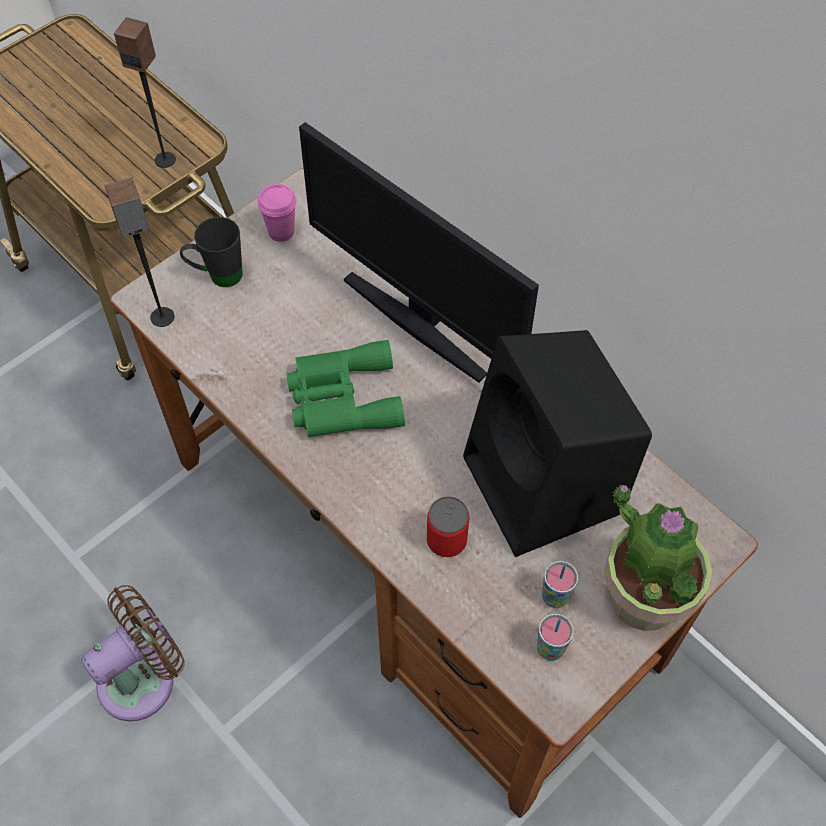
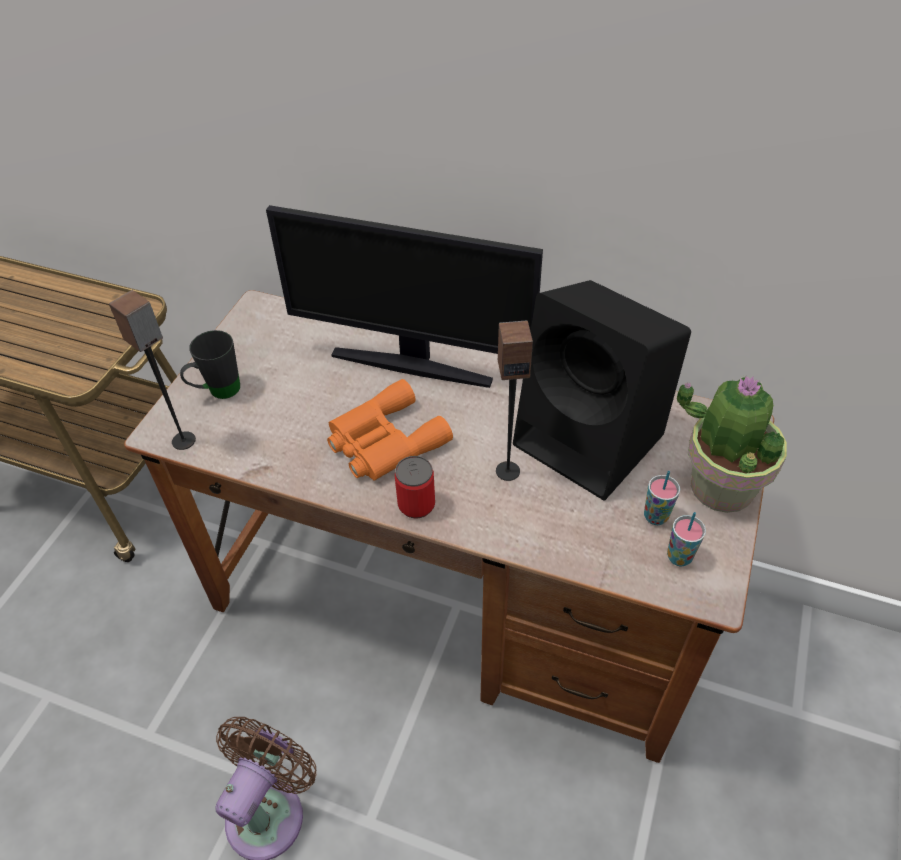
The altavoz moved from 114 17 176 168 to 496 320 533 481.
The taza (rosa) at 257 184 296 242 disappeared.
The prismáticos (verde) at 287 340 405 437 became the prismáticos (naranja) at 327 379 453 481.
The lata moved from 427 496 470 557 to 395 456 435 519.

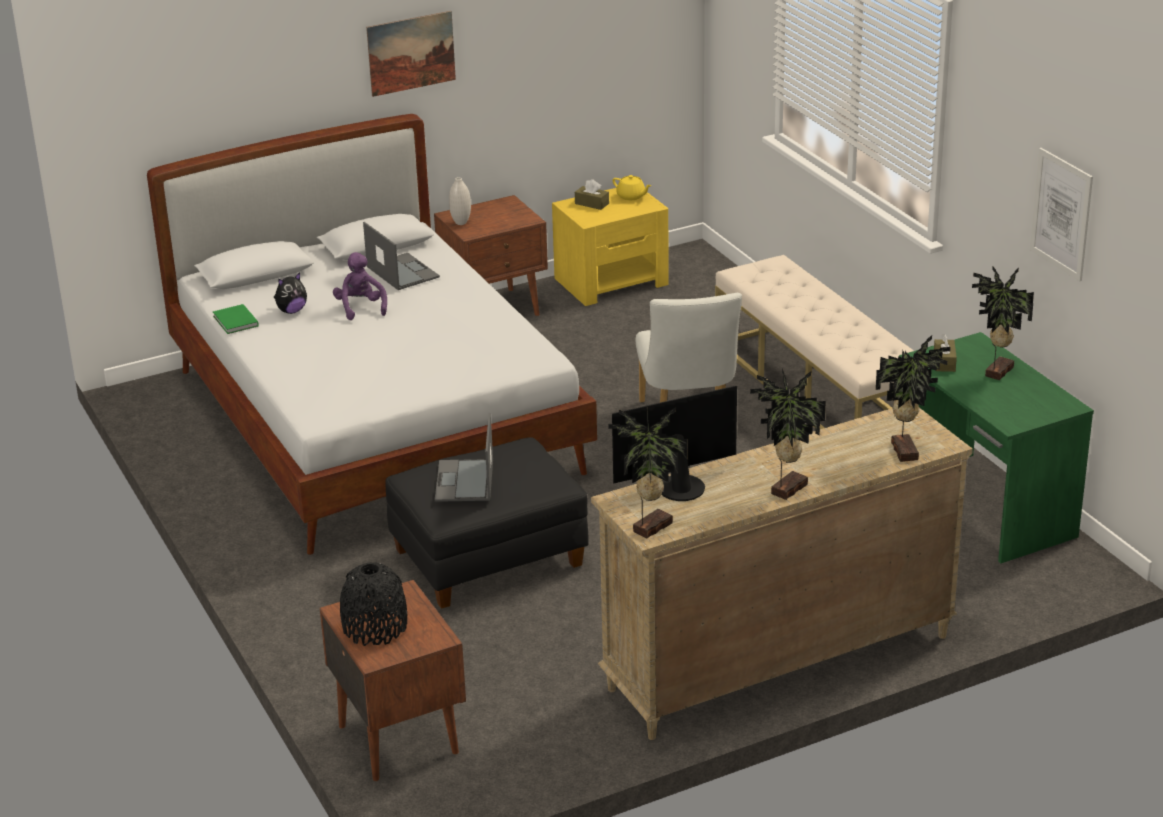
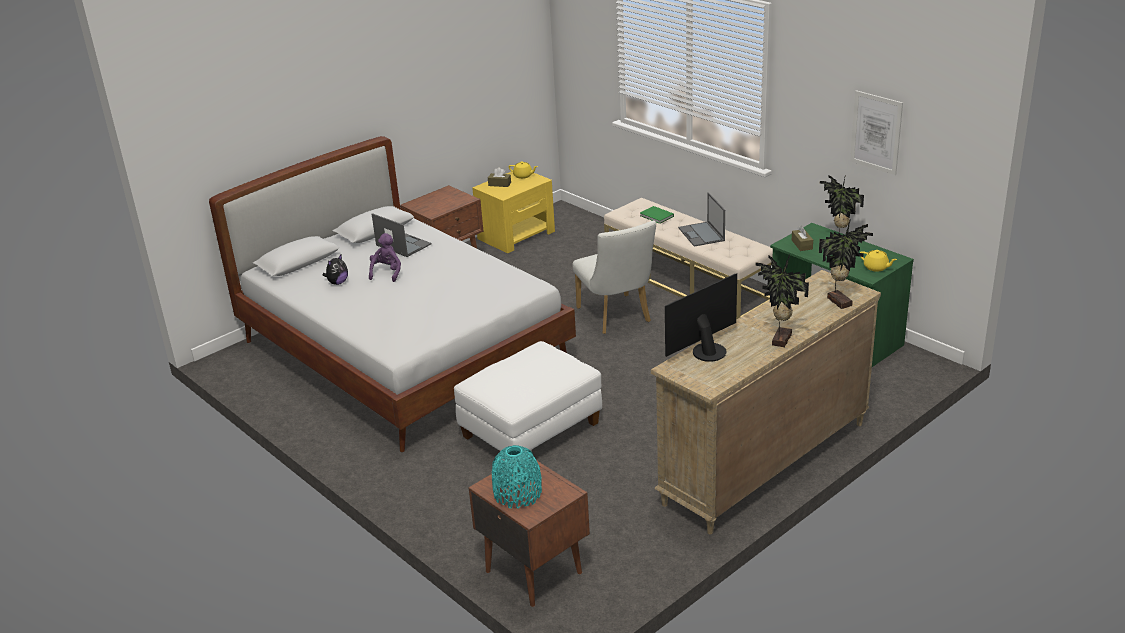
The libro (verde) moved from 213 304 259 334 to 640 206 674 224.
The peluche (morado) at 333 252 387 320 turned 45 degrees clockwise.
The florero (negro) at 340 562 407 646 became the florero (turquesa) at 492 445 542 509.
The cuadro at 366 11 456 97 disappeared.
The puf (negro) at 385 437 589 609 became the puf (blanco) at 454 341 602 451.
The portátil moved from 435 413 493 502 to 678 192 725 247.
The florero (blanco) at 449 177 471 225 disappeared.
The planta en maceta at 608 407 687 539 disappeared.
The tetera (amarillo) at 860 250 897 272 appeared.

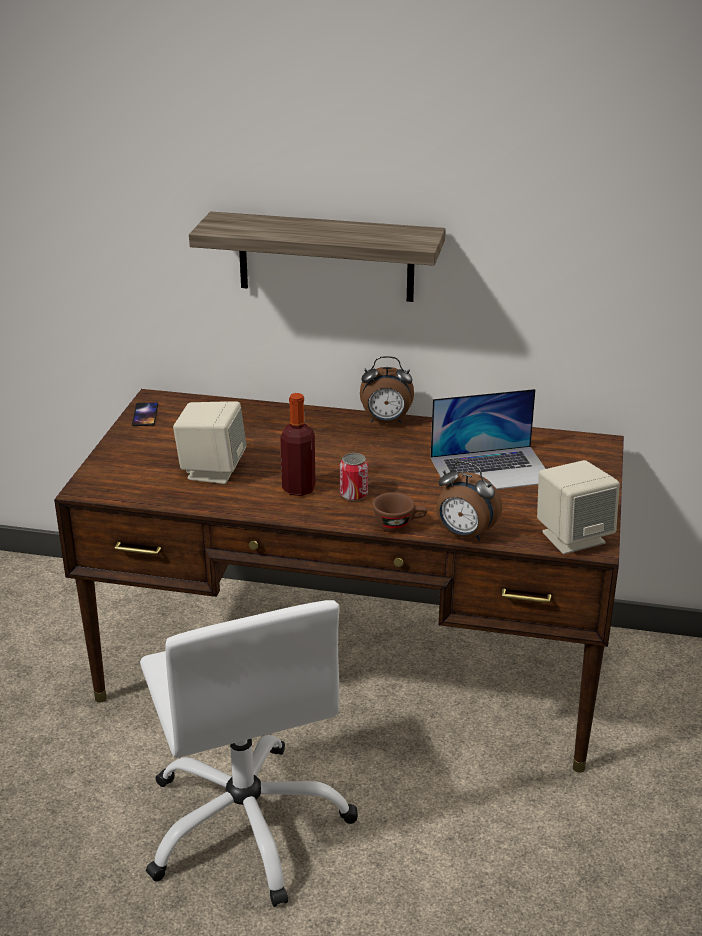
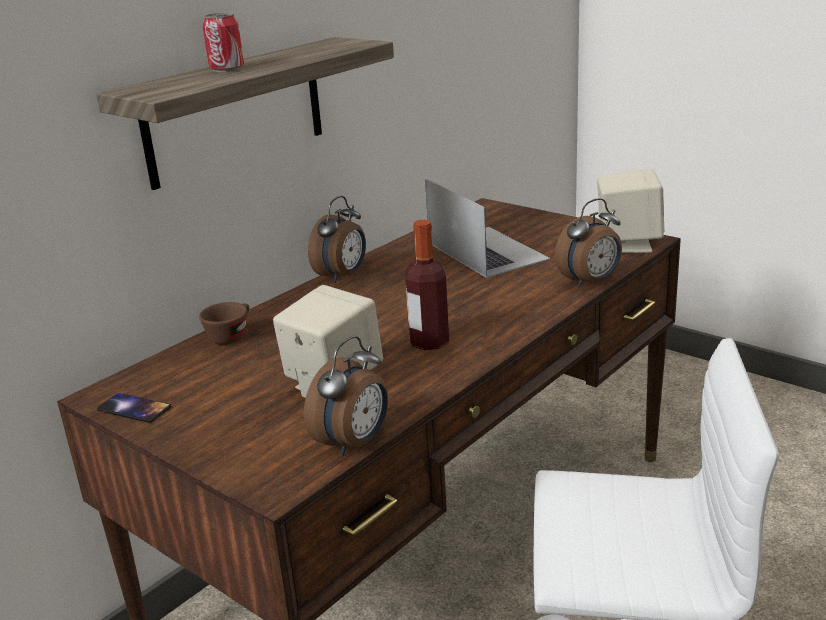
The lata moved from 340 453 368 501 to 202 12 244 72.
The taza (marrón) moved from 372 492 427 532 to 199 302 249 345.
The portátil at 431 389 546 489 turned 45 degrees counterclockwise.
The despertador at 304 336 388 456 appeared.

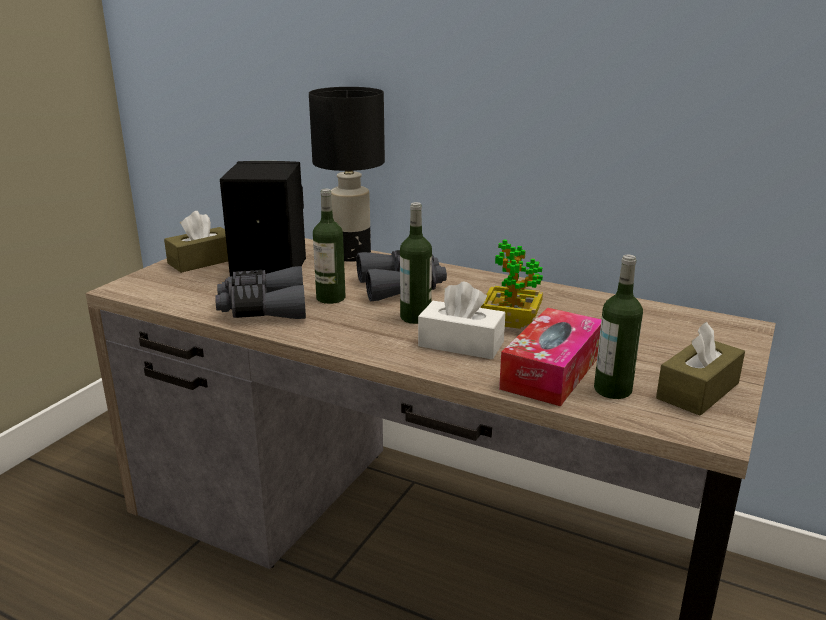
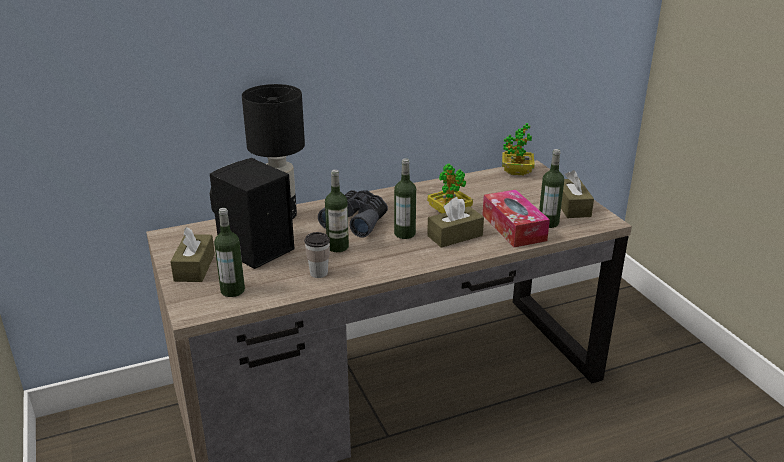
The prismáticos (gris) at 215 266 306 319 was replaced by the taza at 304 232 330 278.
The caja de pañuelos (blanco) at 418 282 505 359 became the caja de pañuelos (marrón) at 427 197 484 248.
The botella at 214 208 245 297 appeared.
The planta en maceta at 502 123 535 175 appeared.

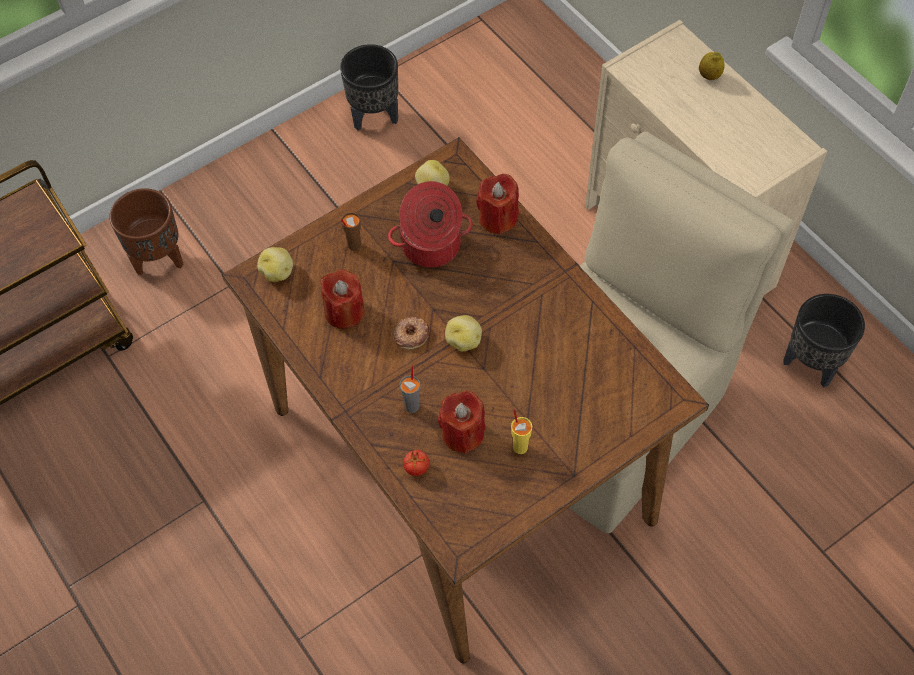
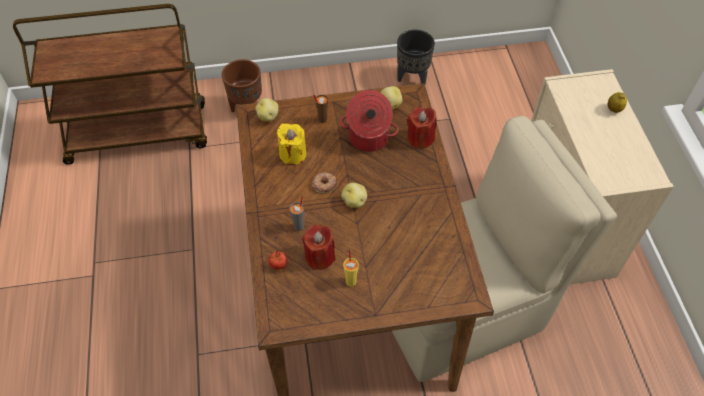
The vela (rojo) at 320 269 365 329 became the vela (amarillo) at 276 123 306 165.
The maceta (negro) at 784 294 865 388 disappeared.

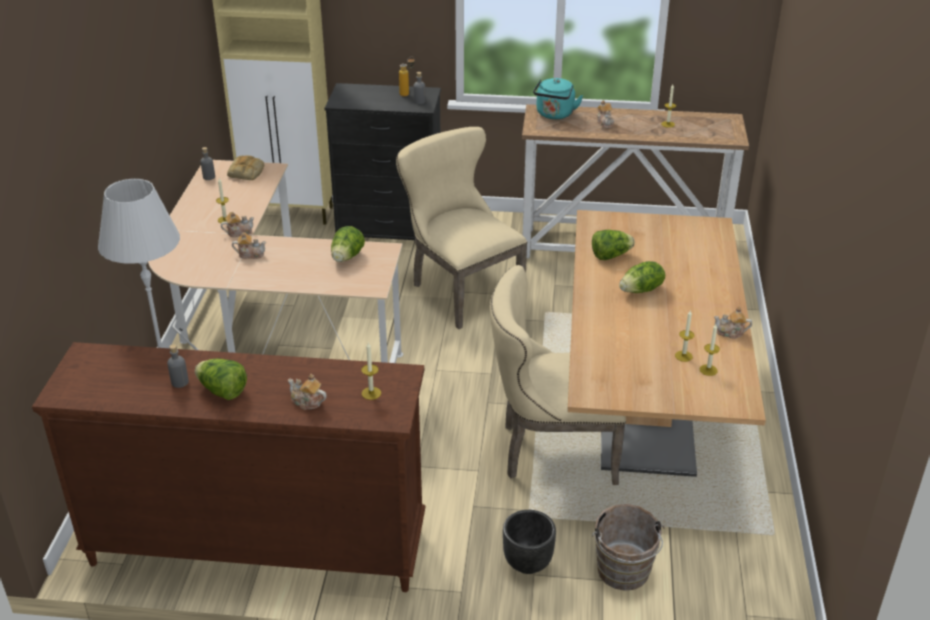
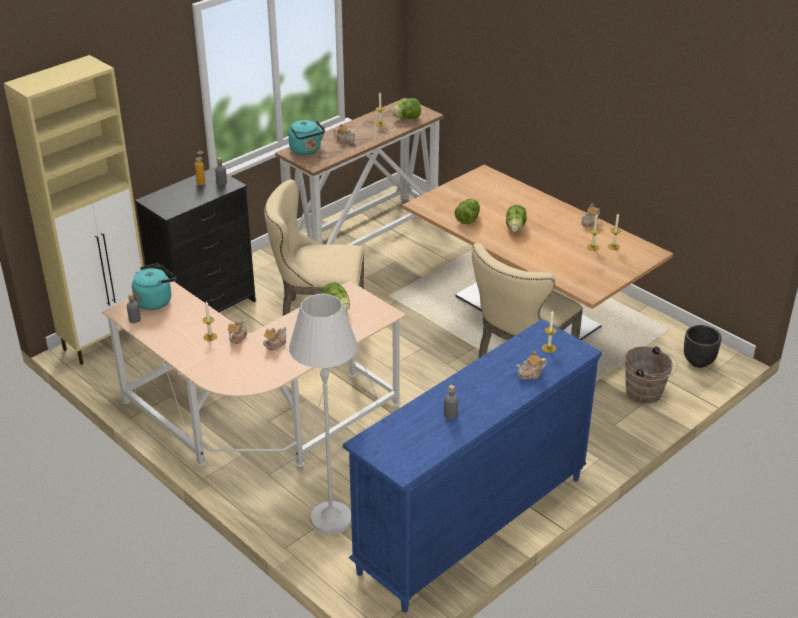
The cómoda (marrón) at 32 342 426 592 became the cómoda (azul) at 343 319 602 613.
The lechuga moved from 195 358 247 400 to 392 98 421 119.
The pan at 227 155 264 180 was replaced by the hervidor (turquesa) at 132 264 176 310.
The maceta (negro) moved from 503 510 556 574 to 684 325 721 368.

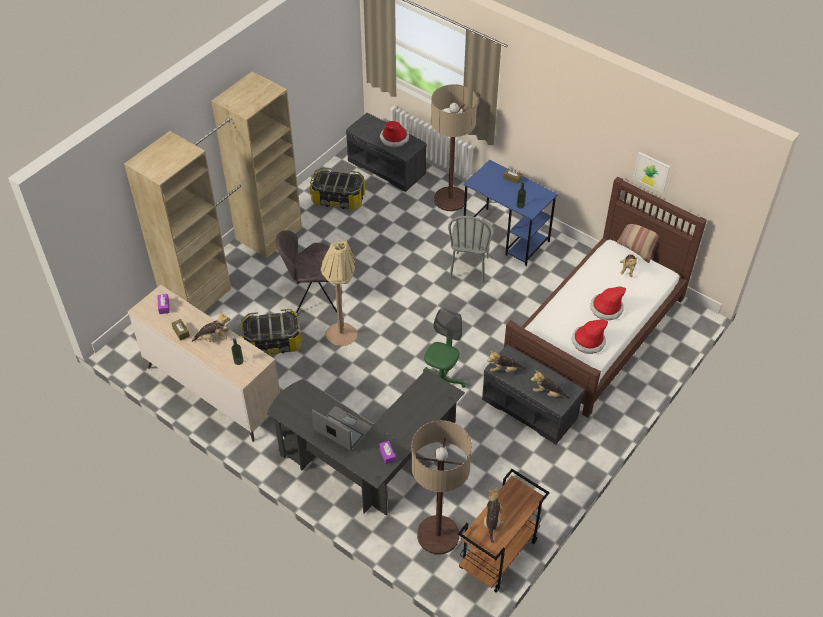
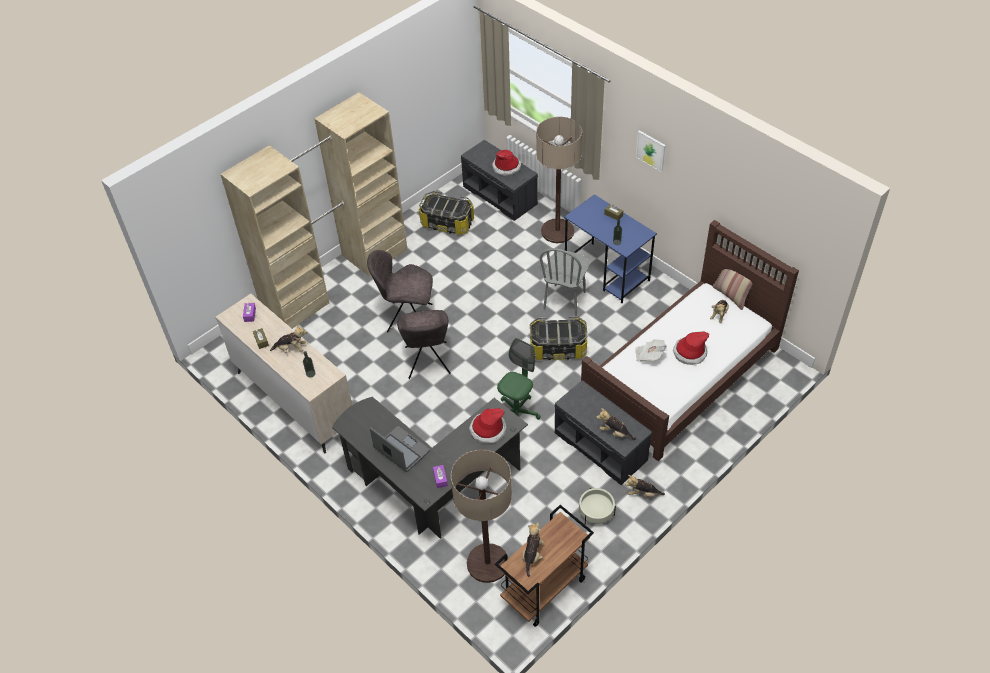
The caja de almacenaje moved from 241 309 302 355 to 530 316 587 360.
The lámpara de pie (beis) at 321 239 357 346 was replaced by the silla (gris) at 397 310 451 379.
The peluche moved from 487 351 526 372 to 625 475 665 497.
The sombrero moved from 571 319 608 354 to 469 408 506 444.
The cuadro moved from 633 152 670 193 to 636 130 666 172.
The maceta (beis) at 579 488 616 525 appeared.
The periódico at 635 339 667 361 appeared.

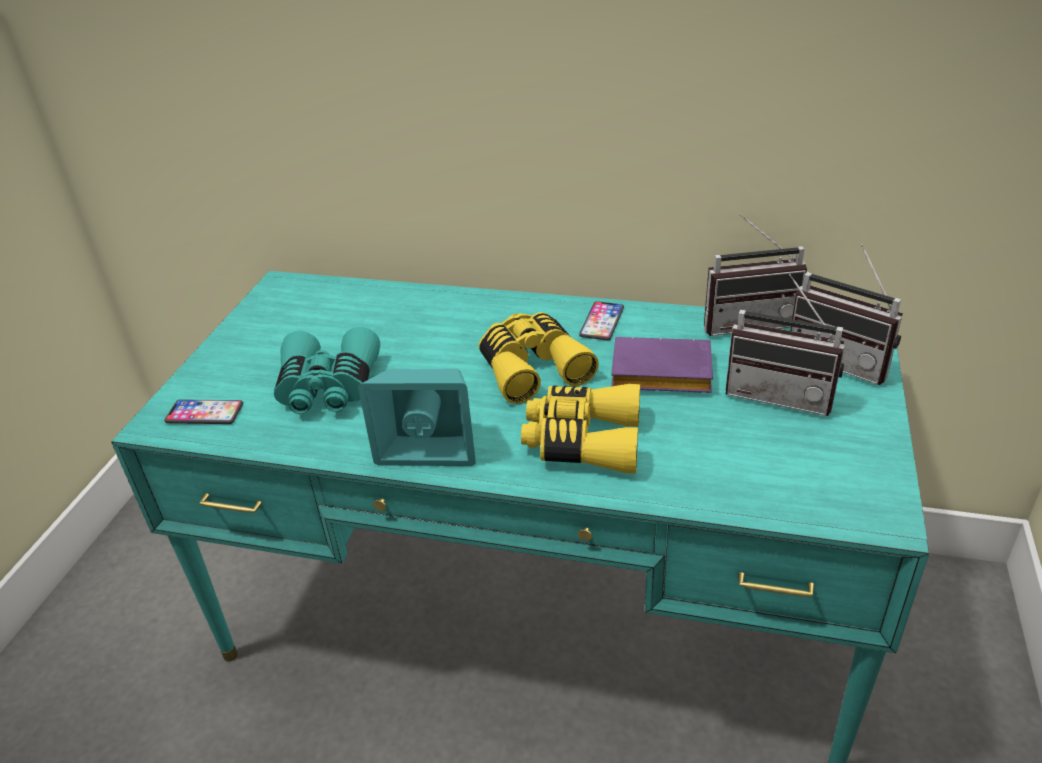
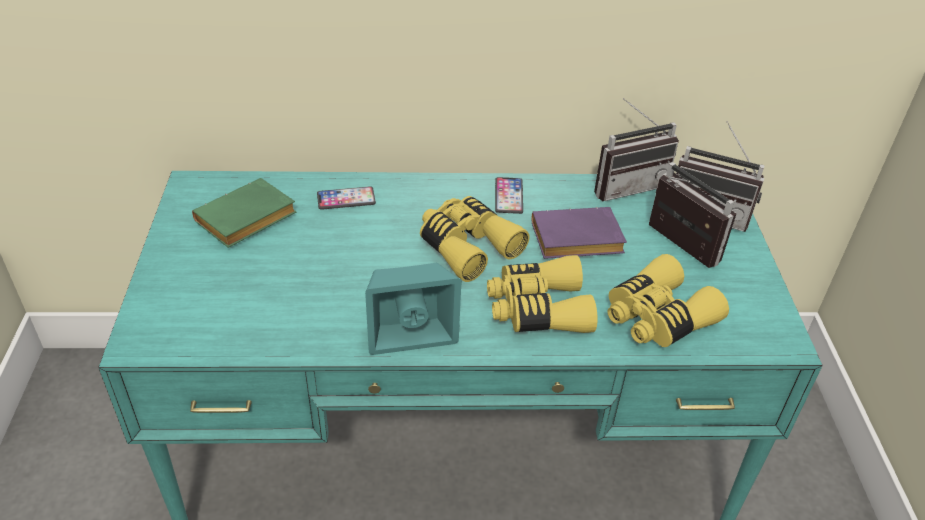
The móvil moved from 164 399 243 424 to 317 186 376 210.
The prismáticos (turquesa) at 274 327 380 414 disappeared.
The radio at 725 274 845 416 turned 135 degrees counterclockwise.
The libro (verde) at 192 178 296 248 appeared.
The prismáticos (amarillo) at 607 254 729 347 appeared.

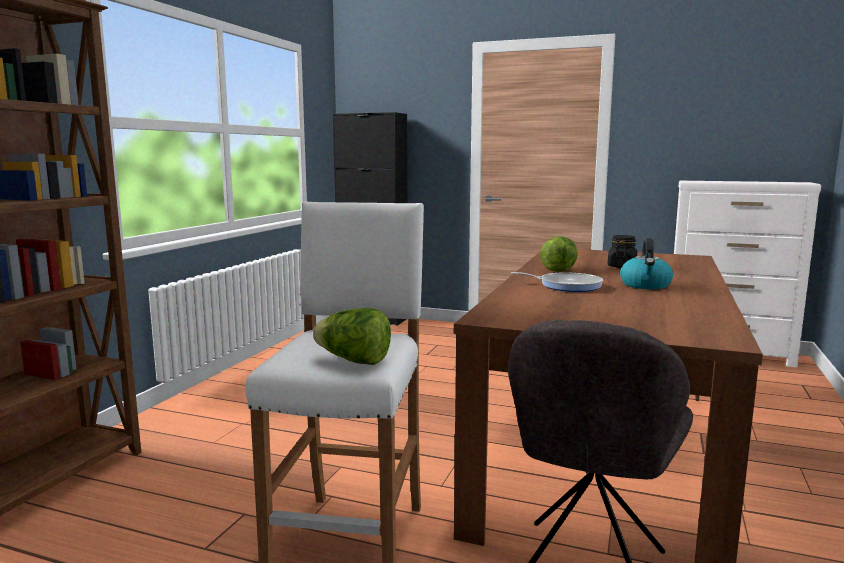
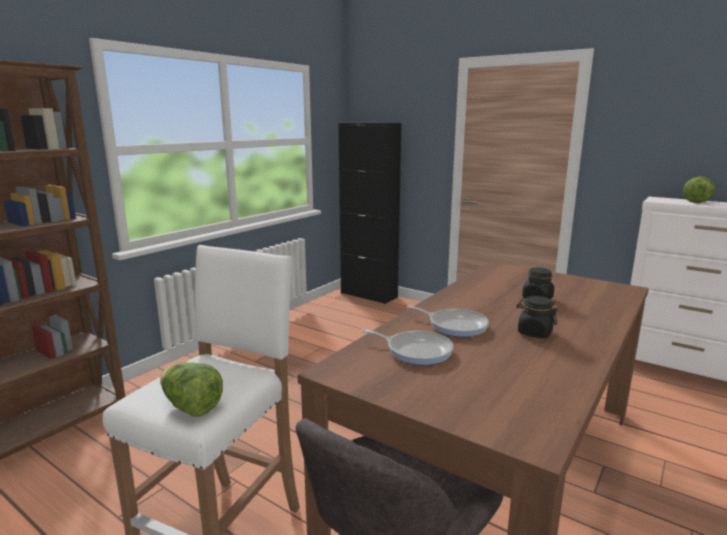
The lechuga moved from 540 236 578 272 to 683 176 715 203.
The hervidor at 620 238 673 289 was replaced by the tarro (negro) at 516 296 557 338.
The sartén at 362 329 453 365 appeared.

